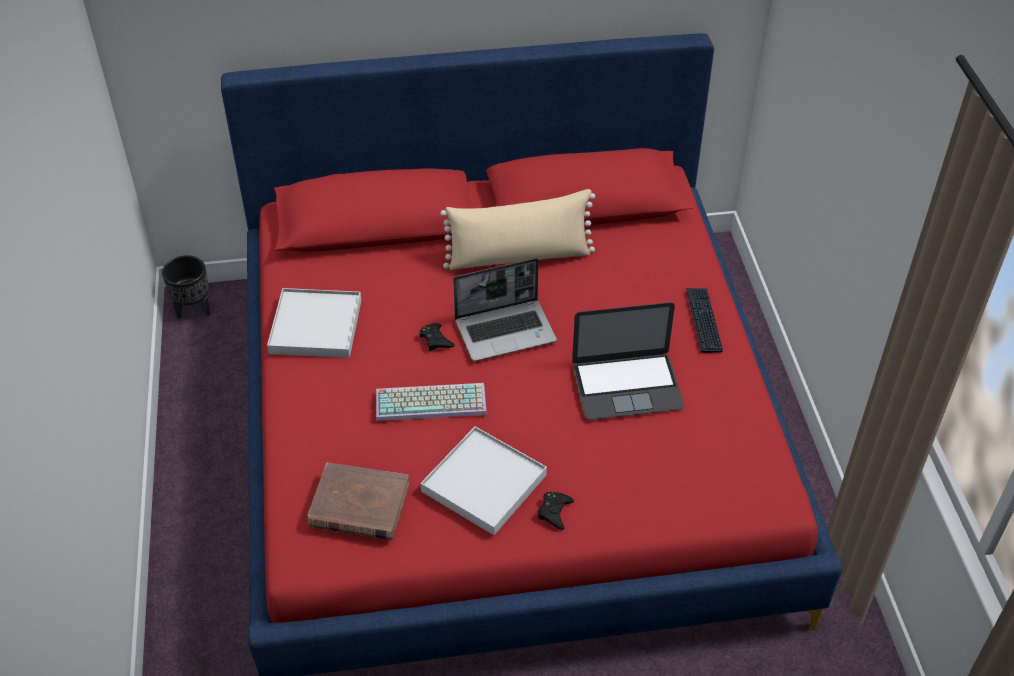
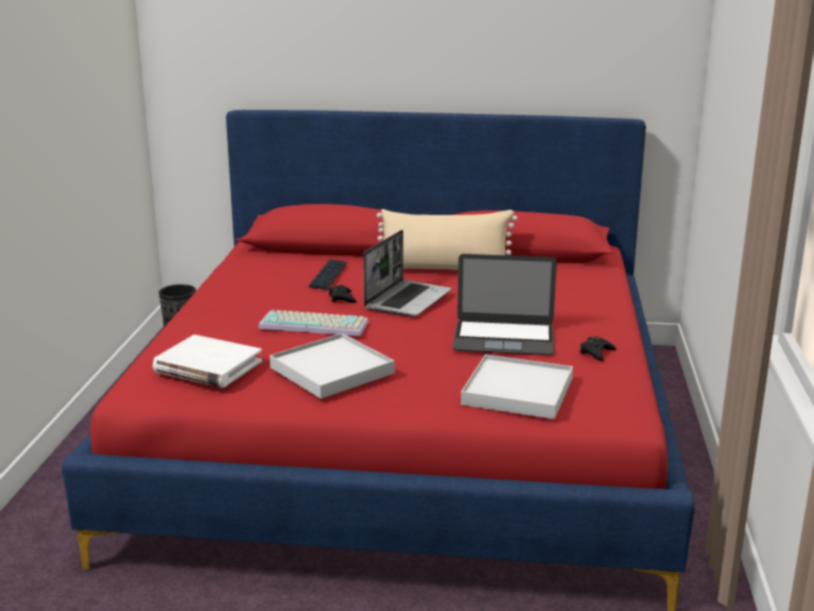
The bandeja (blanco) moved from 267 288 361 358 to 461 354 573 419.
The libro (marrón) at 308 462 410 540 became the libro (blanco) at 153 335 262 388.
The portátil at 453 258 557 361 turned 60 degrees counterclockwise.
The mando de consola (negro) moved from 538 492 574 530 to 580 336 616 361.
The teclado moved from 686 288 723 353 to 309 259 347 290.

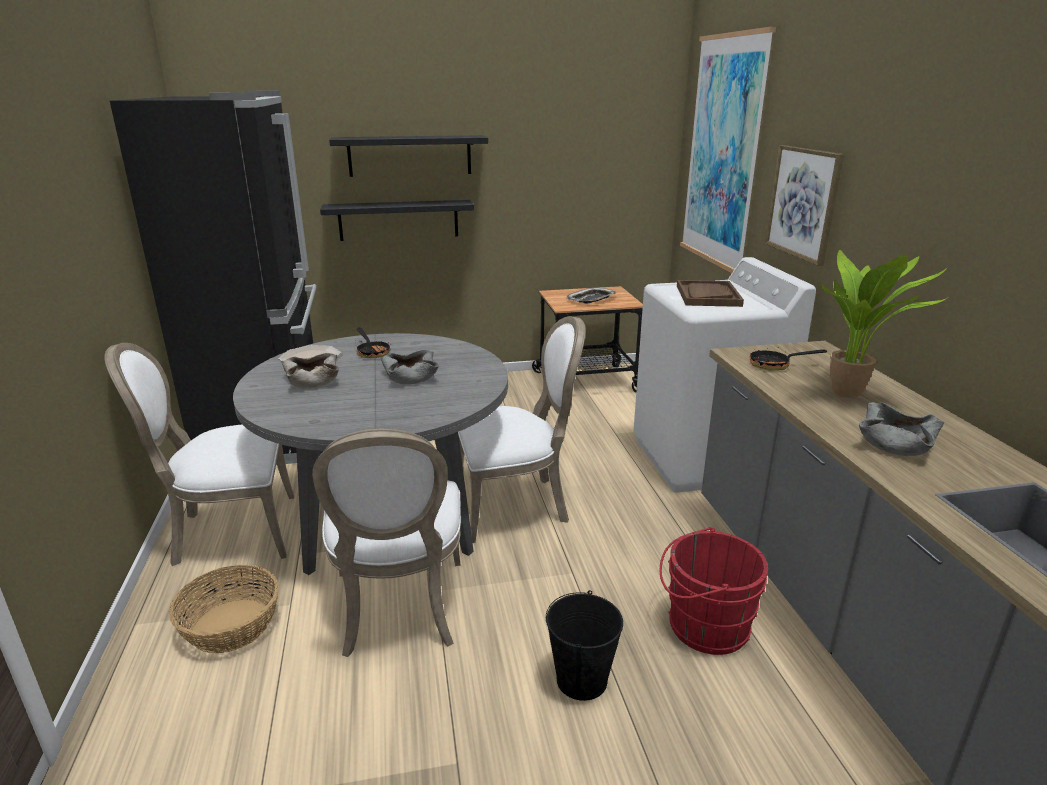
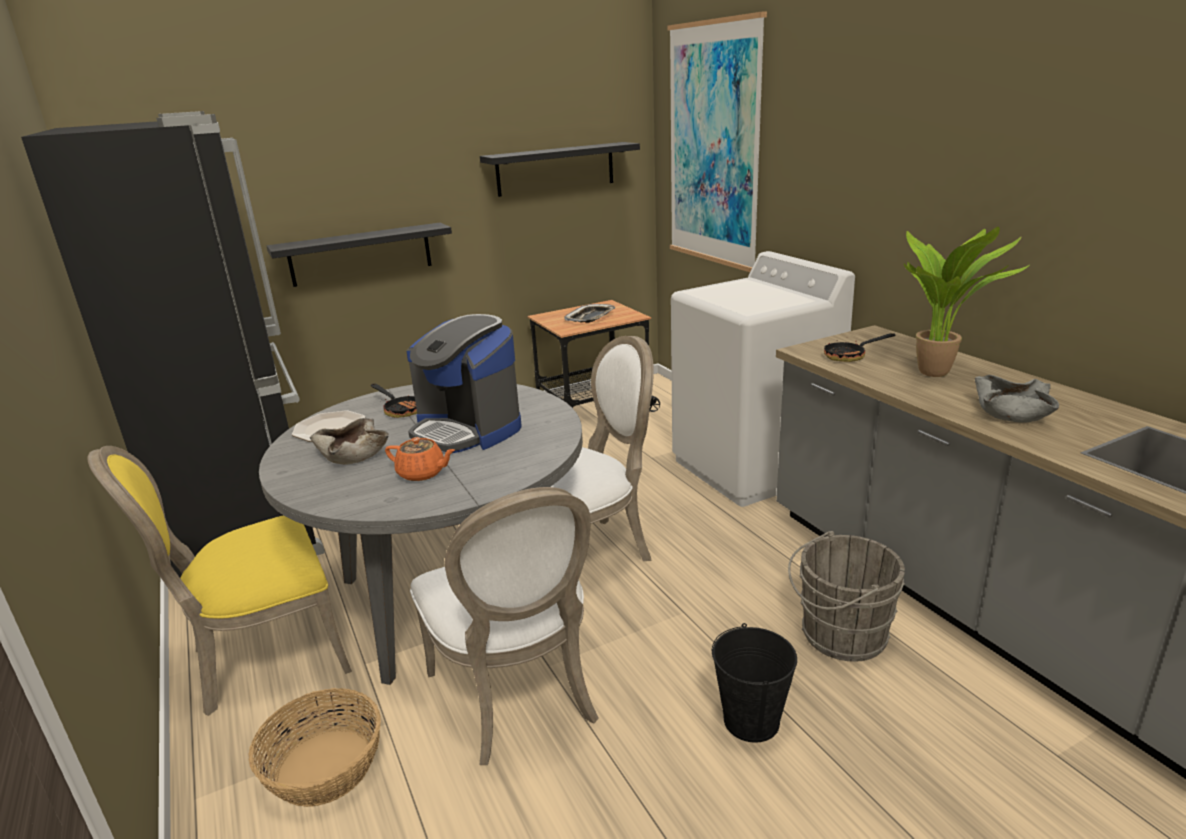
The silla (blanco) at 104 343 294 566 became the silla (amarillo) at 87 446 352 716.
The estante (negro) moved from 329 135 488 177 to 480 142 640 197.
The cuenco (gris) at 381 350 439 384 was replaced by the cafetera at 406 314 522 453.
The cubo (rojo) at 660 527 768 655 became the cubo (gris) at 788 531 905 662.
The bandeja (marrón) at 677 280 744 307 disappeared.
The cuadro at 765 145 844 266 disappeared.
The tetera (naranja) at 385 437 455 481 appeared.

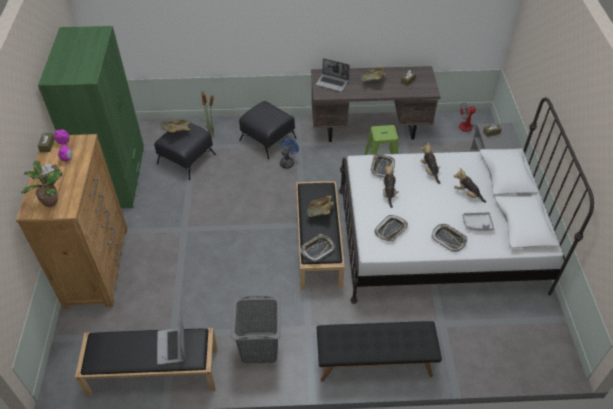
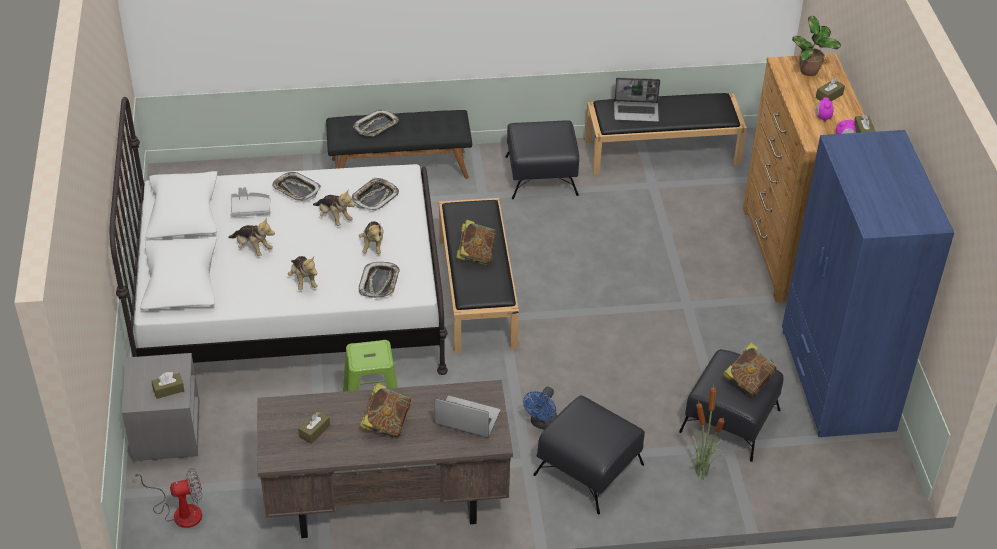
The armario ropero (verde) at 38 26 144 208 became the armario ropero (azul) at 782 130 954 437.
The portátil at 157 316 185 365 turned 105 degrees clockwise.
The cesto de la ropa (gris) at 231 295 281 363 was replaced by the puf (negro) at 505 120 579 199.
The bandeja moved from 301 234 335 262 to 353 110 399 136.
The peluche at 313 190 355 226 appeared.

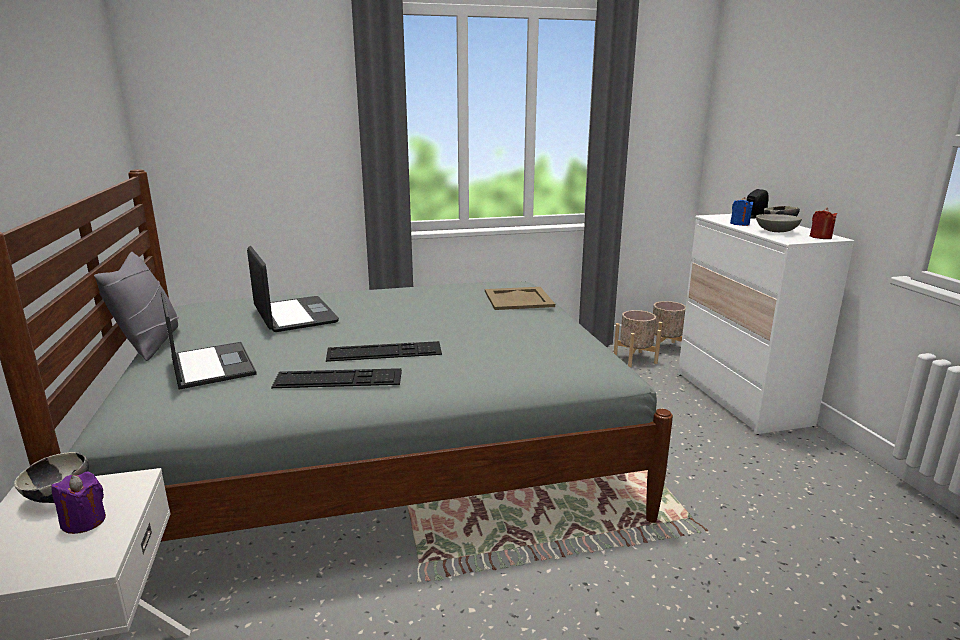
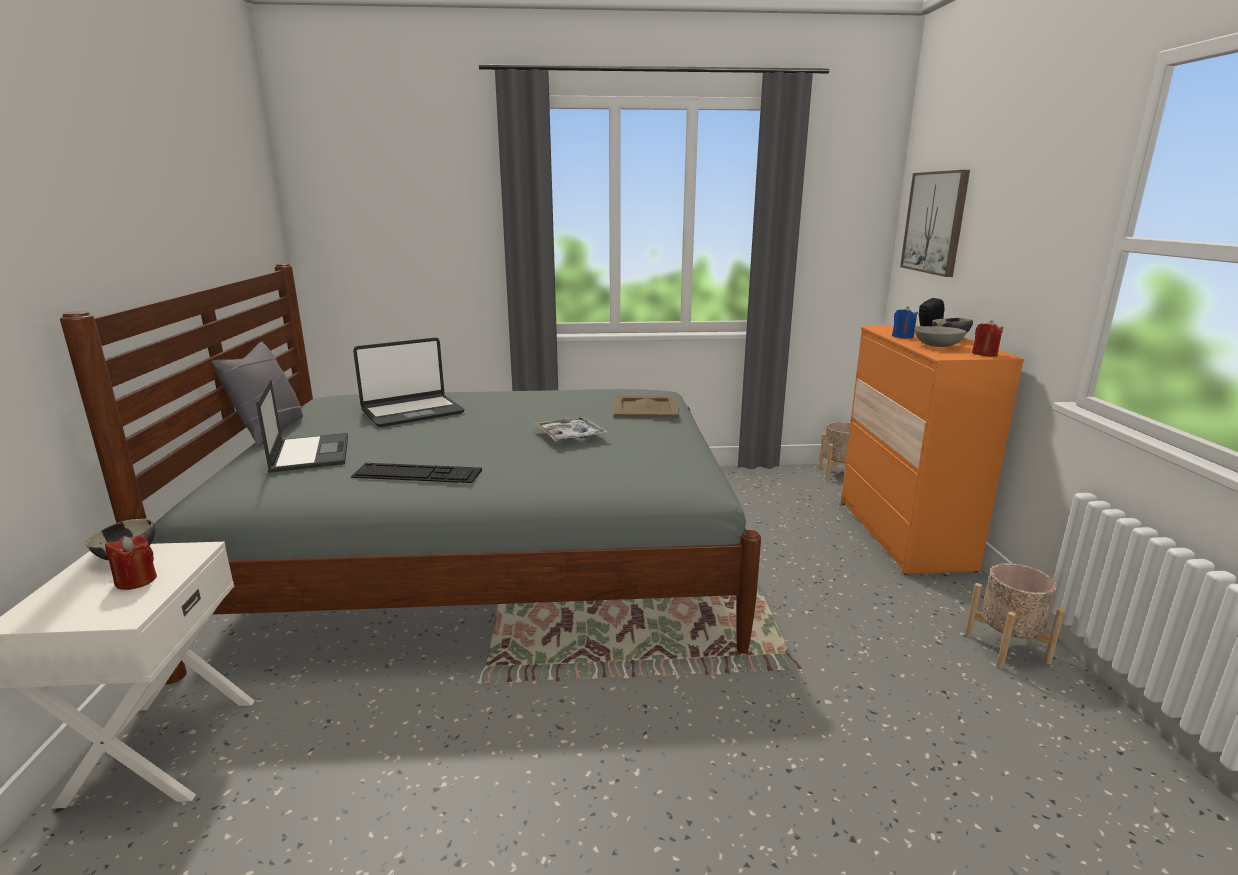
The vela (morado) at 51 472 106 534 became the vela (rojo) at 105 535 157 590.
The portátil at 247 246 339 332 turned 75 degrees clockwise.
The teclado at 326 341 442 362 disappeared.
The maceta (beis) moved from 614 310 661 367 to 965 563 1065 669.
The cómoda (blanco) at 678 214 855 435 became the cómoda (naranja) at 841 325 1024 575.
The bandeja at 534 417 608 441 appeared.
The cuadro at 900 170 970 277 appeared.

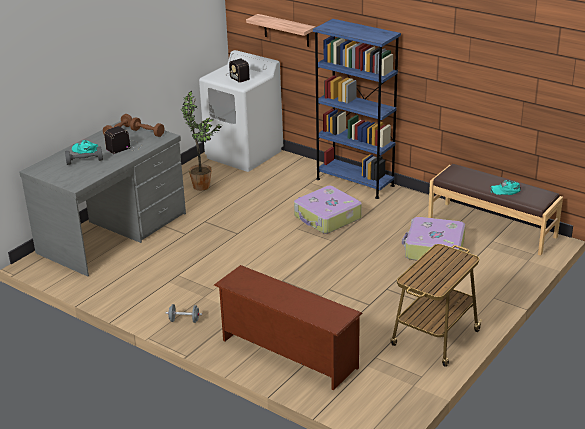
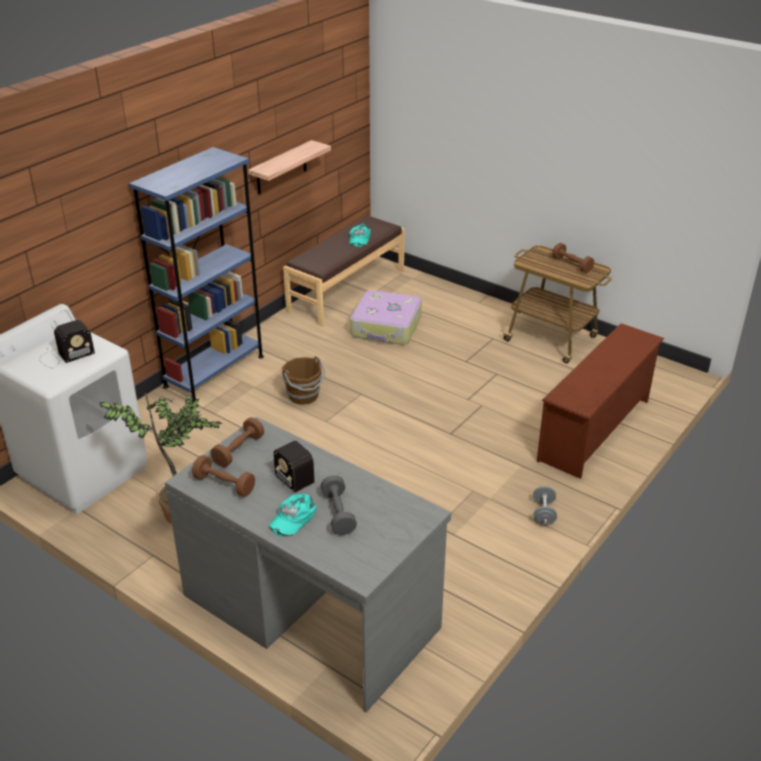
The estante moved from 246 14 316 47 to 248 140 331 195.
The maleta at 294 186 362 234 was replaced by the cubo (marrón) at 282 356 326 405.
The mancuerna (marrón) at 552 243 594 273 appeared.

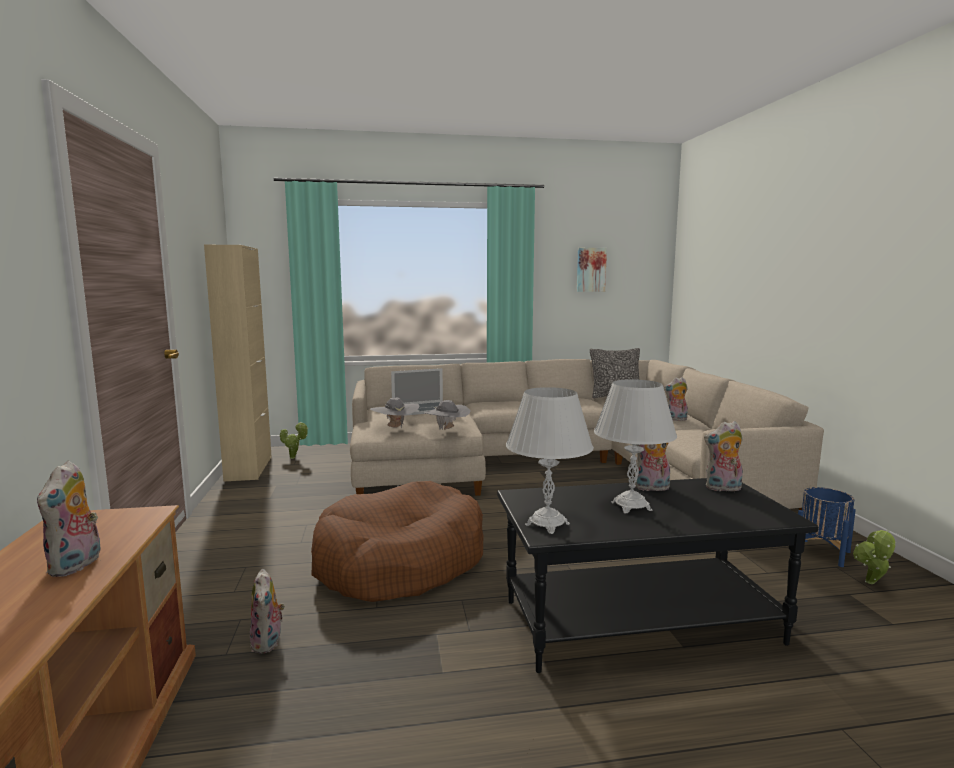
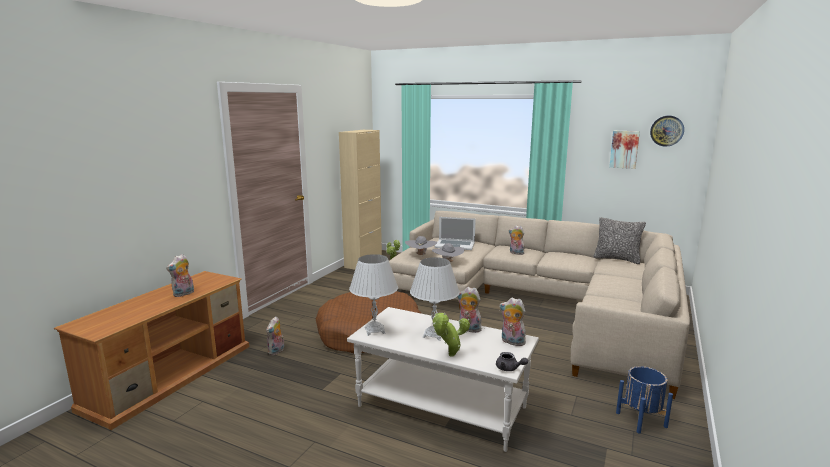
The mesa de centro (negro) at 497 478 818 673 became the mesa de centro (blanco) at 347 307 539 452.
The peluche moved from 664 377 688 421 to 508 225 525 255.
The planta en maceta moved from 853 530 896 584 to 433 313 470 357.
The tetera (gris) at 496 352 528 371 appeared.
The reloj de pared at 650 116 684 147 appeared.

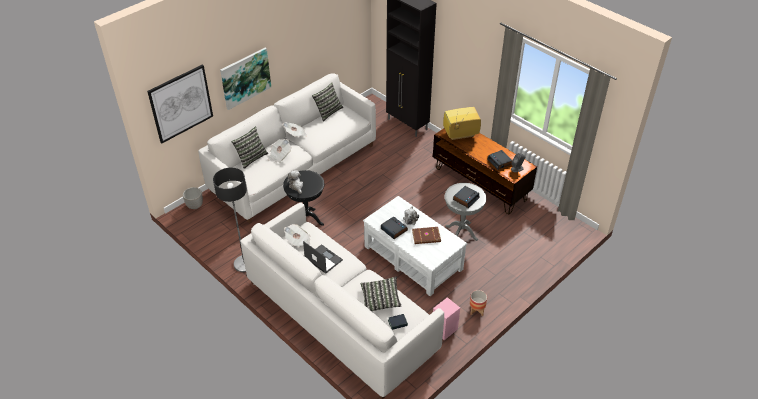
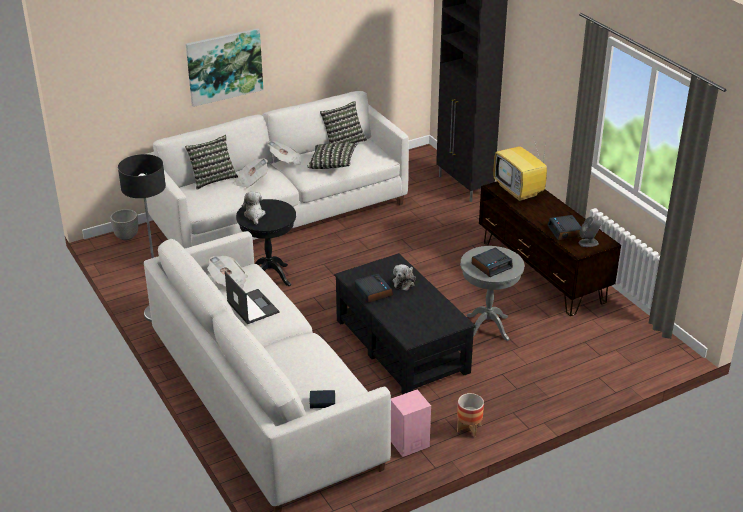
The cuadro at 147 65 213 143 disappeared.
The cojín moved from 360 276 401 311 to 307 143 357 169.
The mesa de centro (blanco) at 363 196 468 296 became the mesa de centro (negro) at 334 253 476 394.
The libro (marrón) at 412 227 441 244 disappeared.
The televisor at 443 107 481 140 turned 120 degrees counterclockwise.

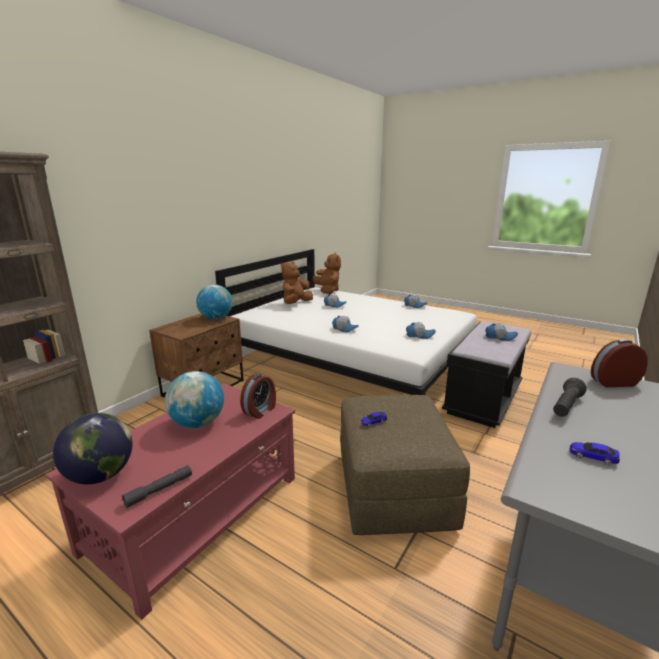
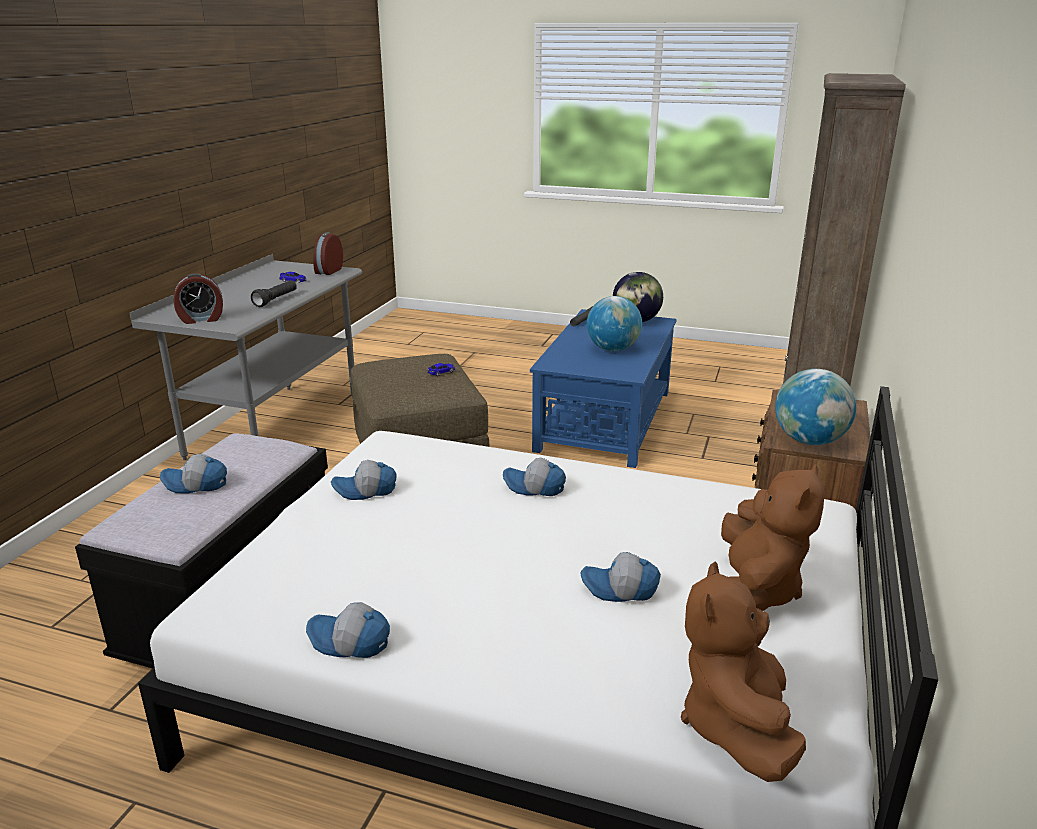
The mesa de centro (rojo) at 46 383 295 620 became the mesa de centro (azul) at 530 309 677 468.
The despertador moved from 240 374 276 419 to 313 232 343 275.
The peluche (marrón) at 313 253 341 294 turned 45 degrees clockwise.

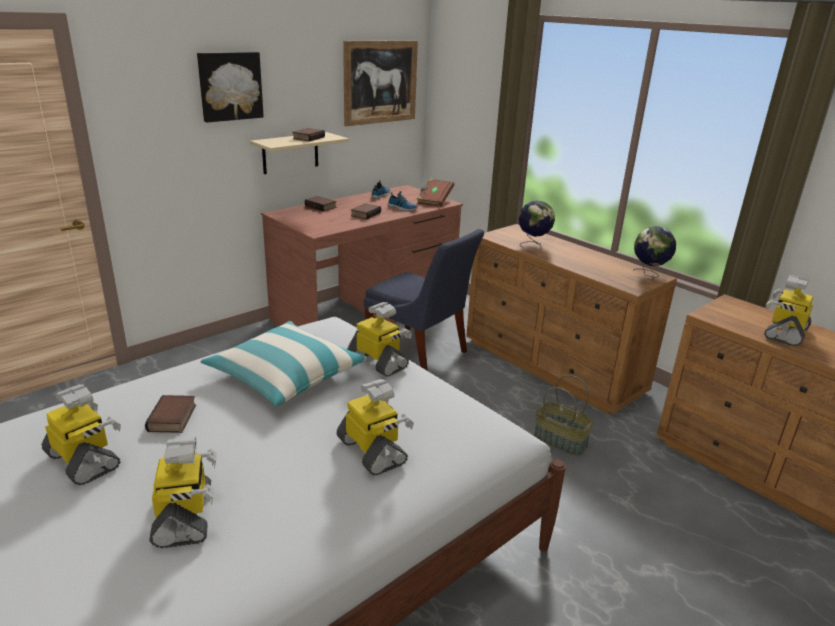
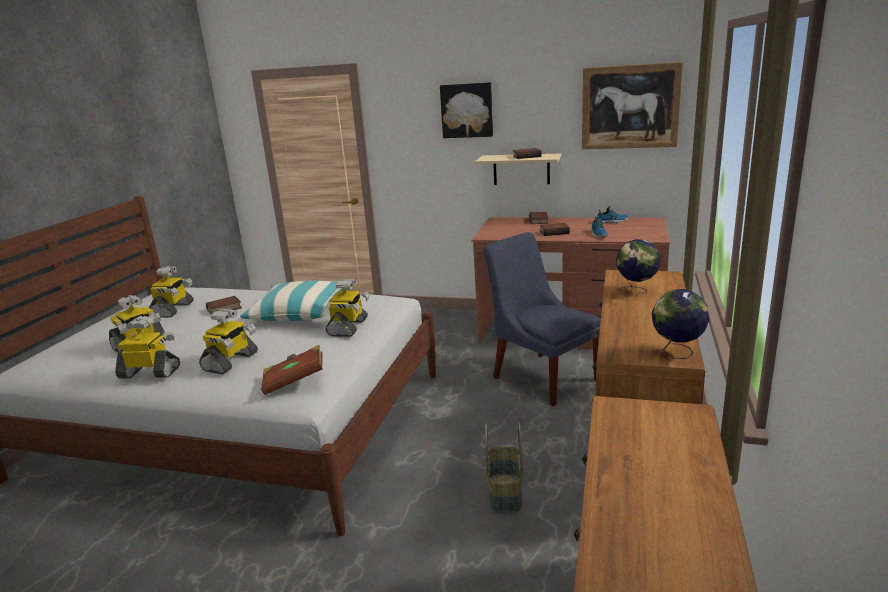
The silla (azul) at 364 229 484 371 turned 135 degrees clockwise.
The libro (marrón) moved from 417 178 454 206 to 261 345 323 395.
The robot de juguete moved from 764 275 814 346 to 115 316 180 379.

